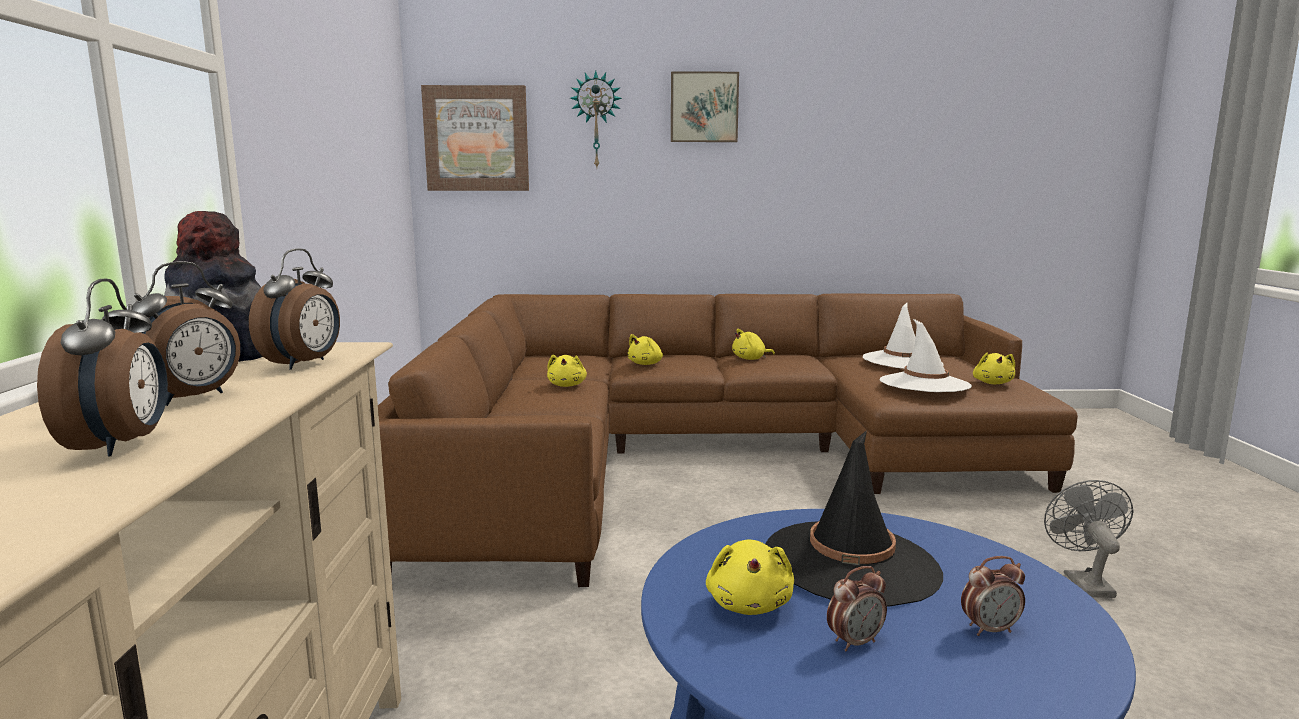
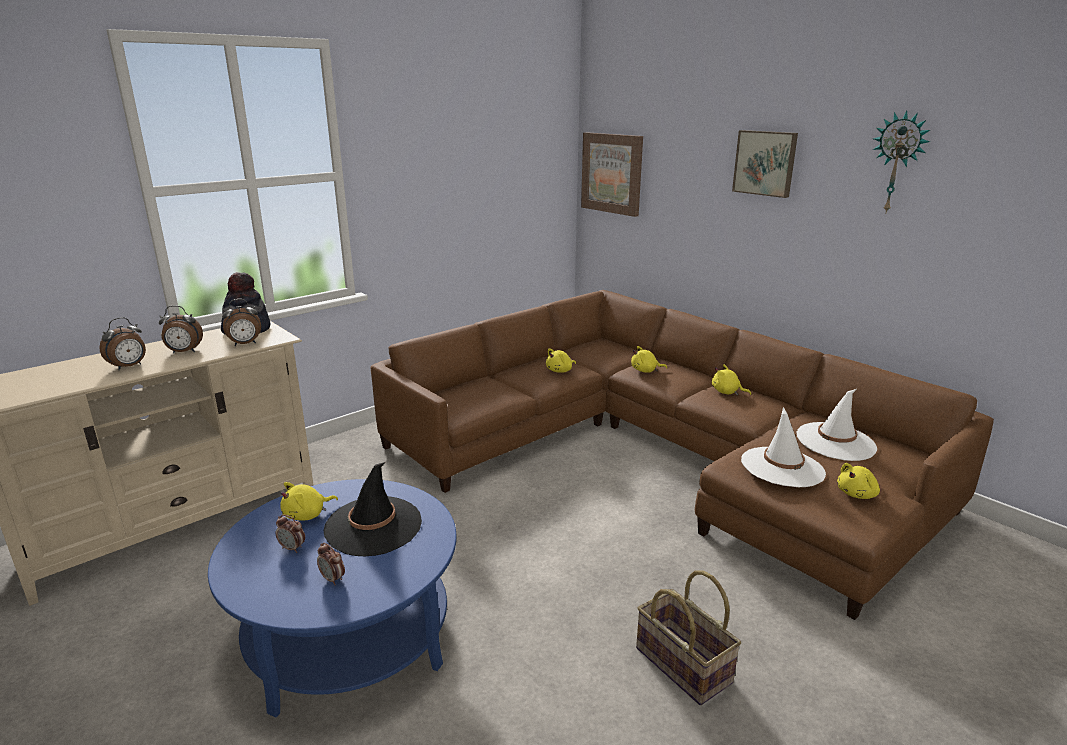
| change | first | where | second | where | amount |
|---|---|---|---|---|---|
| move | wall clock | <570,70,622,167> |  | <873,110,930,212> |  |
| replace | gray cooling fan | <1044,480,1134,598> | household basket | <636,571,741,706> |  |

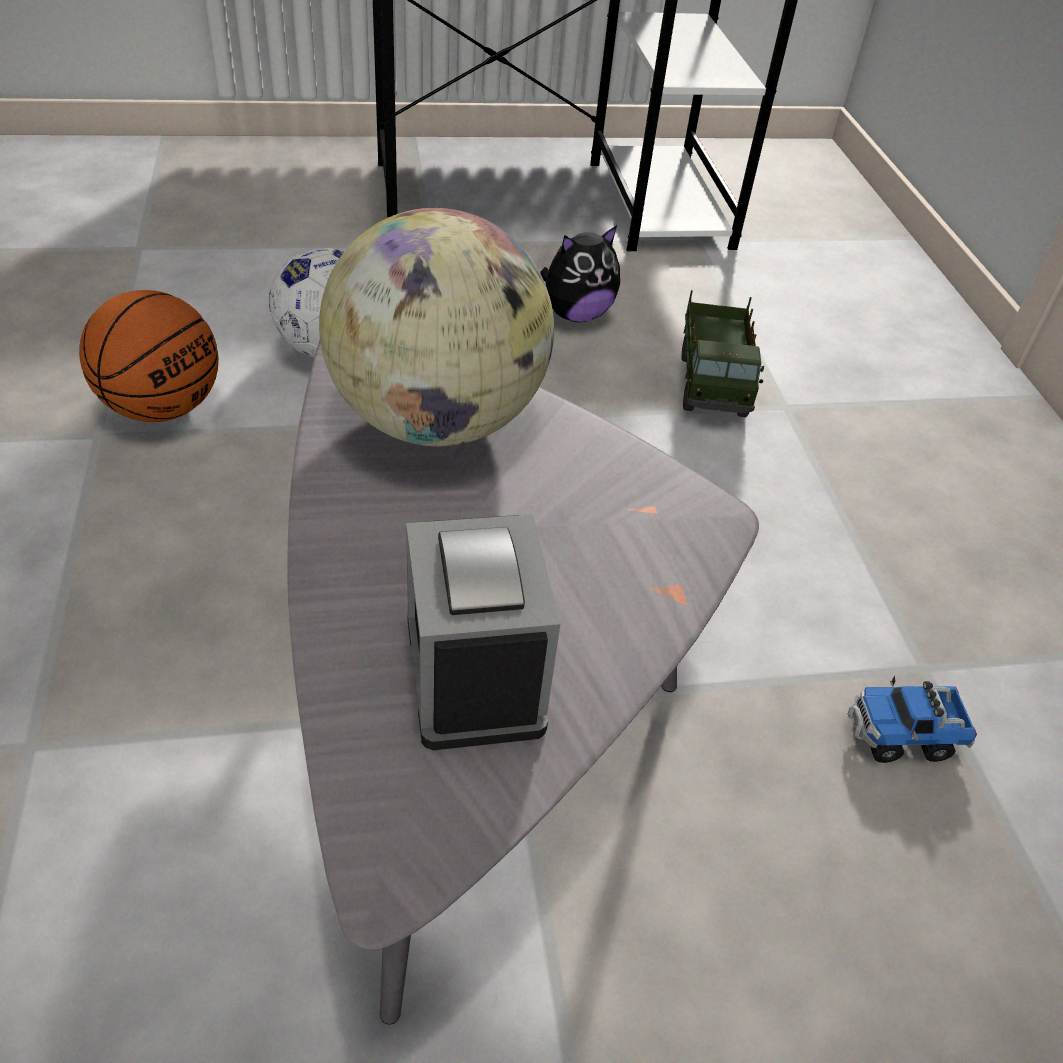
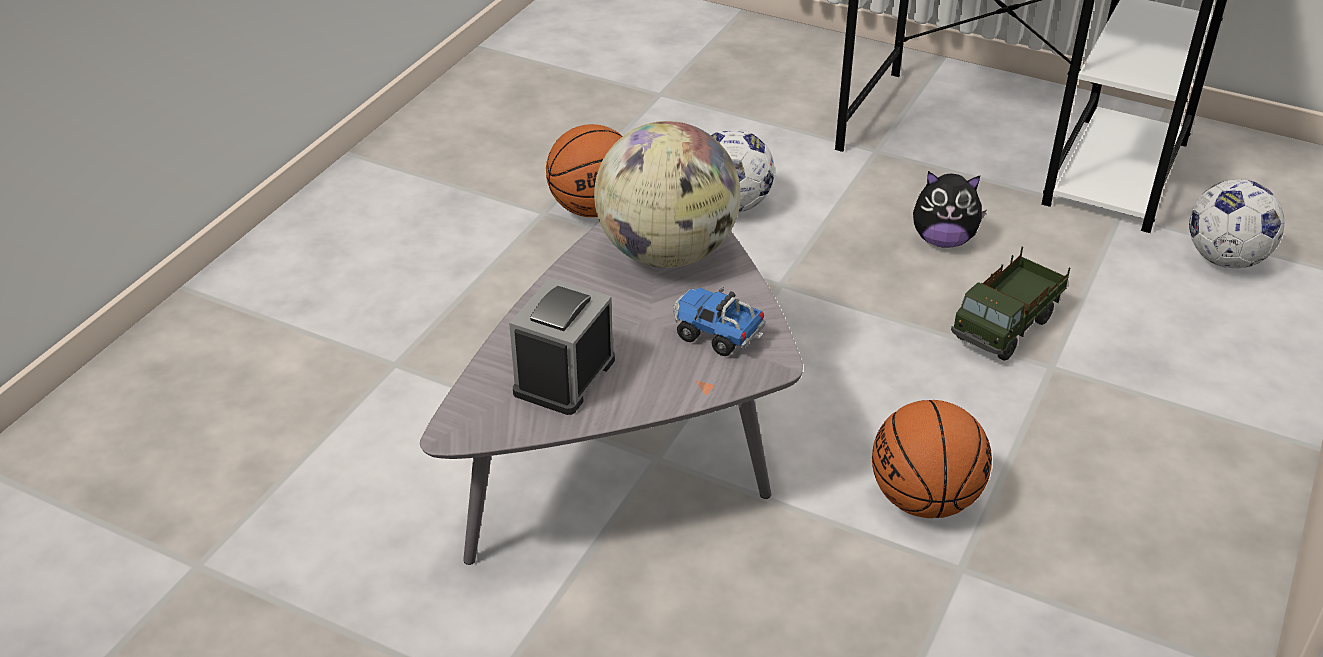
| change | first | where | second | where | amount |
|---|---|---|---|---|---|
| insert |  |  | basketball | <872,400,992,518> |  |
| insert |  |  | football | <1189,179,1285,268> |  |
| move | toy truck | <848,675,977,763> |  | <673,287,765,356> |  |

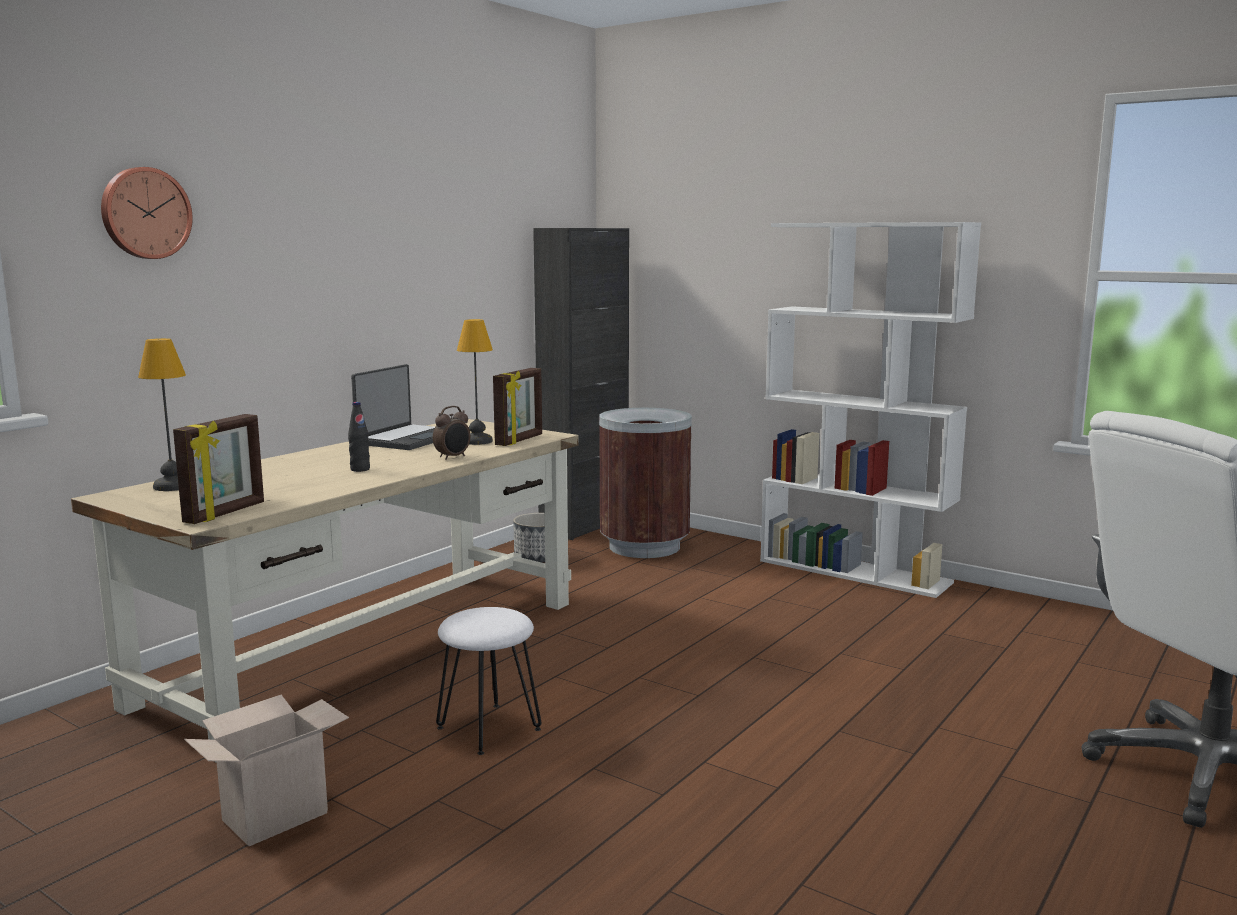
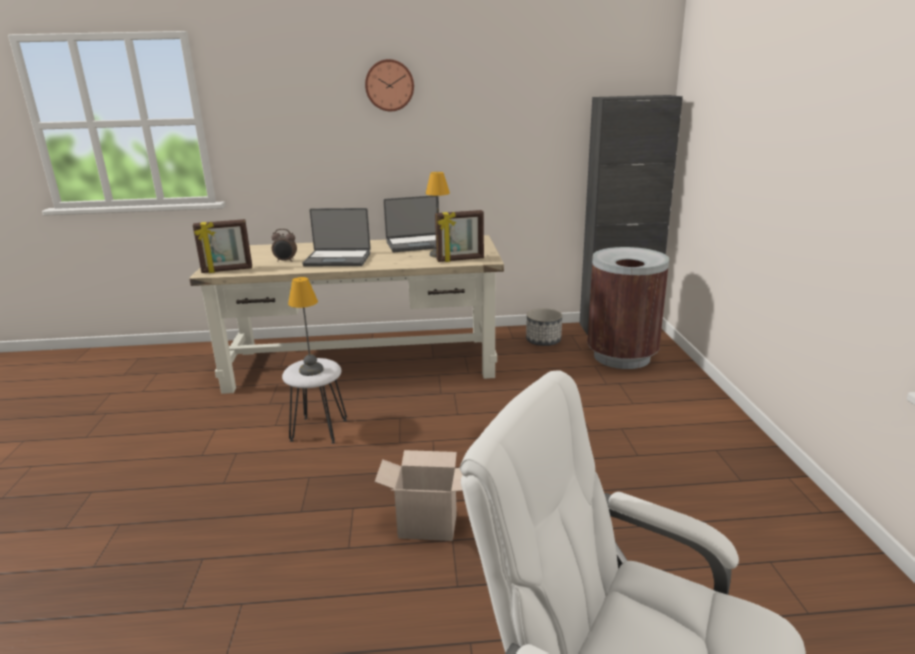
| change | first | where | second | where | amount |
|---|---|---|---|---|---|
| delete | white bookshelf | <760,222,981,598> |  |  |  |
| move | wall clock | <101,167,193,259> |  | <365,59,414,111> |  |
| move | table lamp | <138,338,186,491> |  | <288,277,324,376> |  |
| move | cardboard box | <184,695,349,846> |  | <375,450,462,541> |  |
| move | alarm clock | <433,406,470,460> |  | <271,229,297,262> |  |
| replace | blackish beverage bottle | <348,402,370,472> | portable computer | <303,208,371,266> |  |

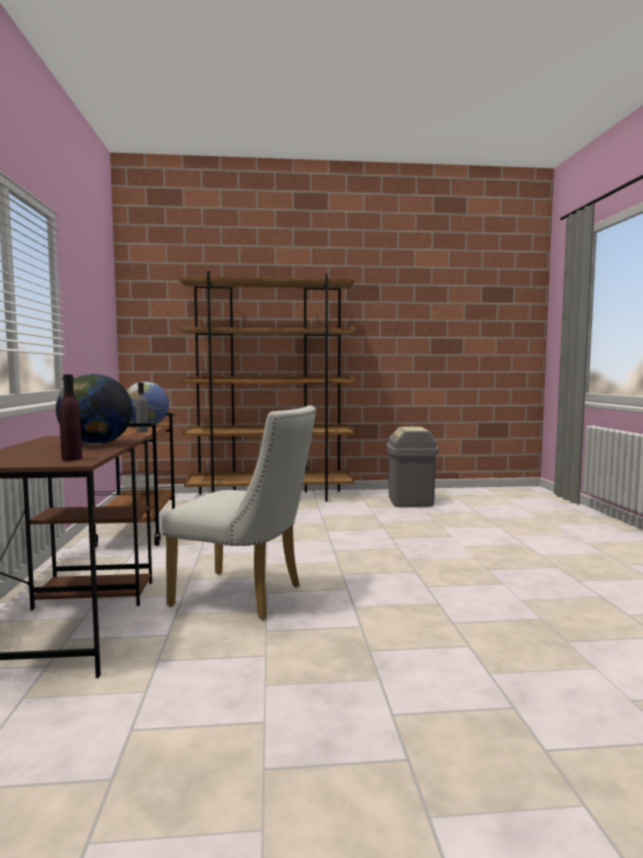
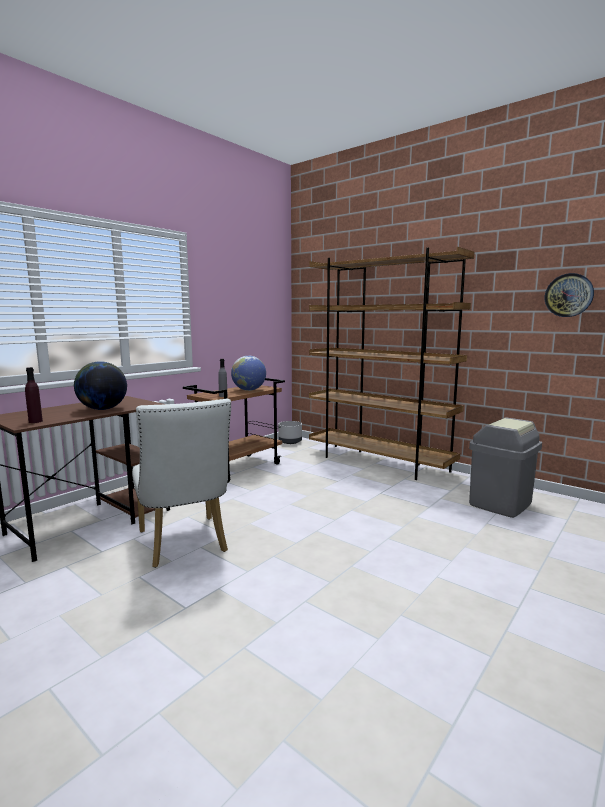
| change | first | where | second | where | amount |
|---|---|---|---|---|---|
| insert |  |  | wall clock | <545,273,594,317> |  |

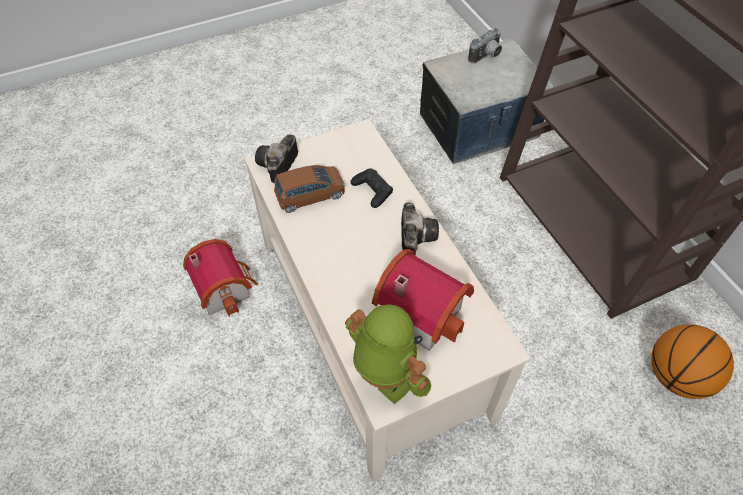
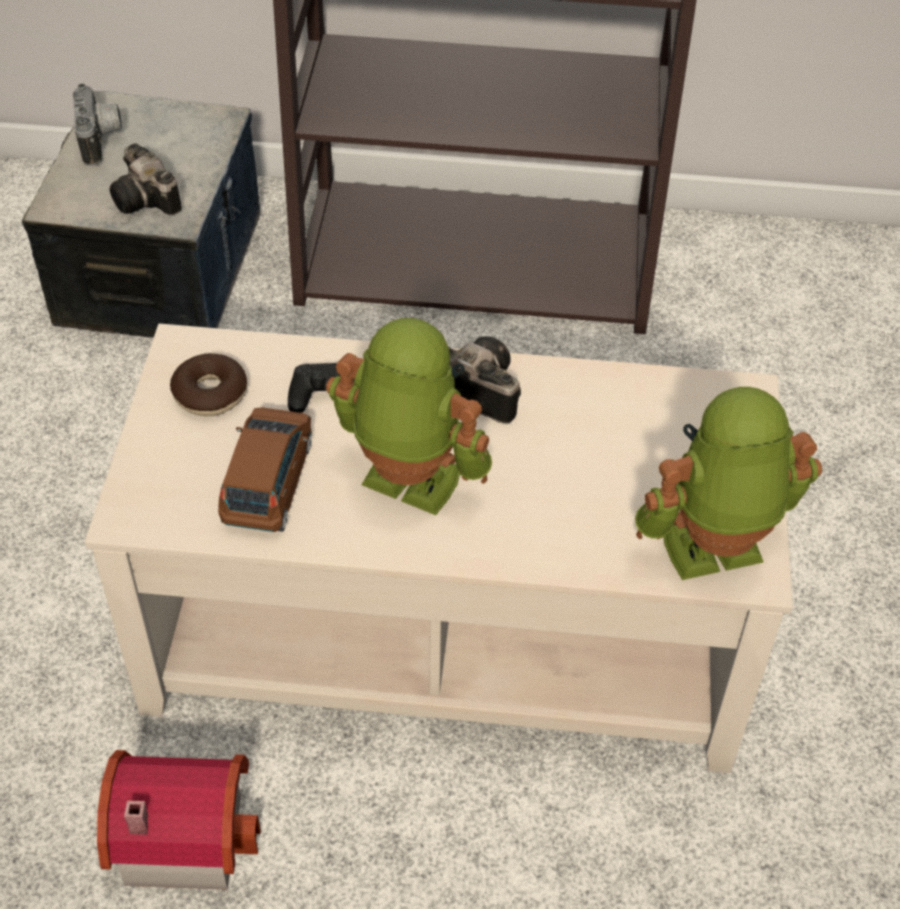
| change | first | where | second | where | amount |
|---|---|---|---|---|---|
| delete | model house | <372,249,474,351> |  |  |  |
| delete | basketball | <651,324,734,399> |  |  |  |
| insert |  |  | ring doughnut | <170,354,247,416> |  |
| insert |  |  | robot figure | <326,318,492,515> |  |
| move | photo camera | <255,134,298,183> |  | <109,143,182,215> |  |

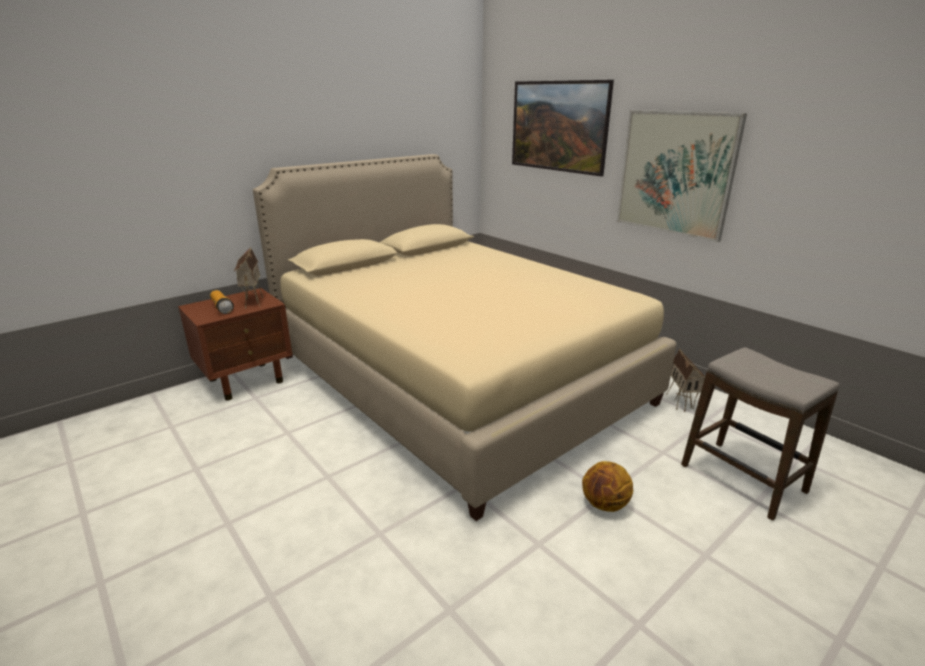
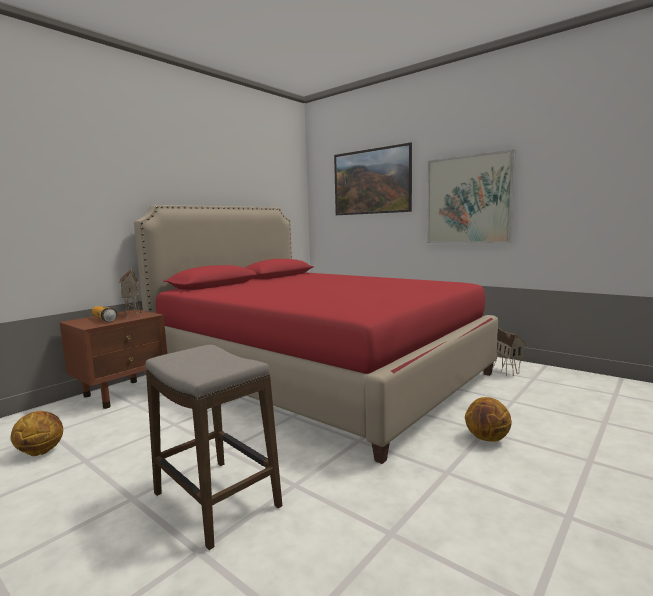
| change | first | where | second | where | amount |
|---|---|---|---|---|---|
| insert |  |  | basketball | <10,411,63,456> |  |
| move | stool seat | <681,347,839,521> |  | <145,344,282,550> |  |
| recolor | sand-coloured bedroom bed | <253,154,677,521> | red-coloured bedroom bed | <134,205,498,464> |  |

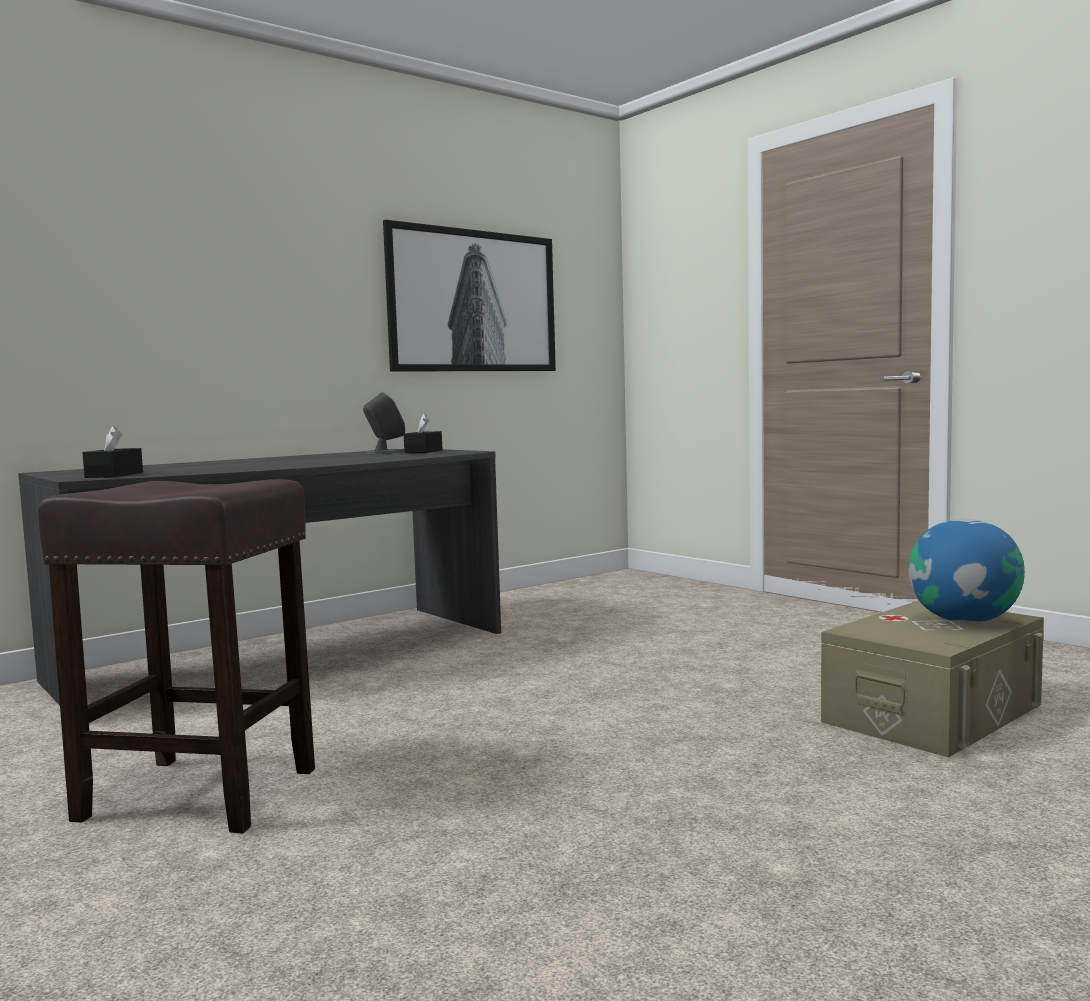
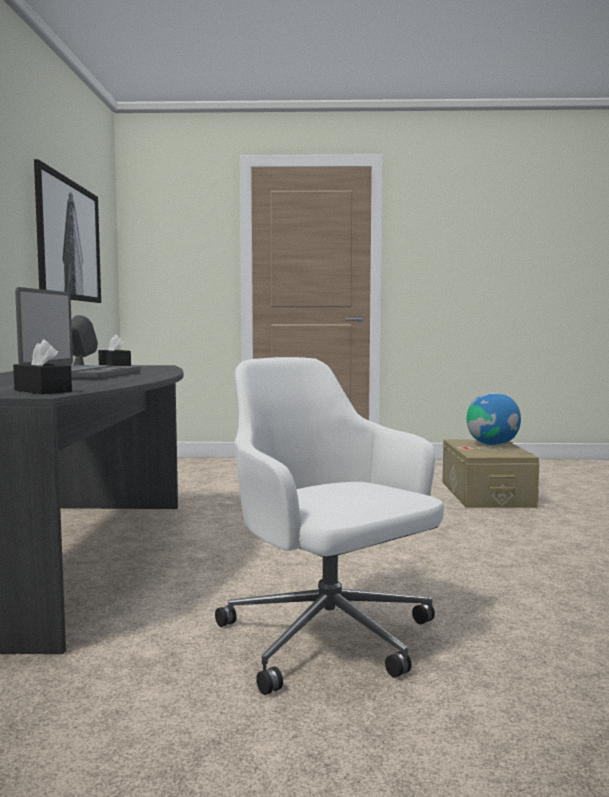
| change | first | where | second | where | amount |
|---|---|---|---|---|---|
| insert |  |  | portable computer | <15,287,141,380> |  |
| replace | brownish stool seat | <38,479,315,833> | white desk chair | <215,357,444,695> |  |

